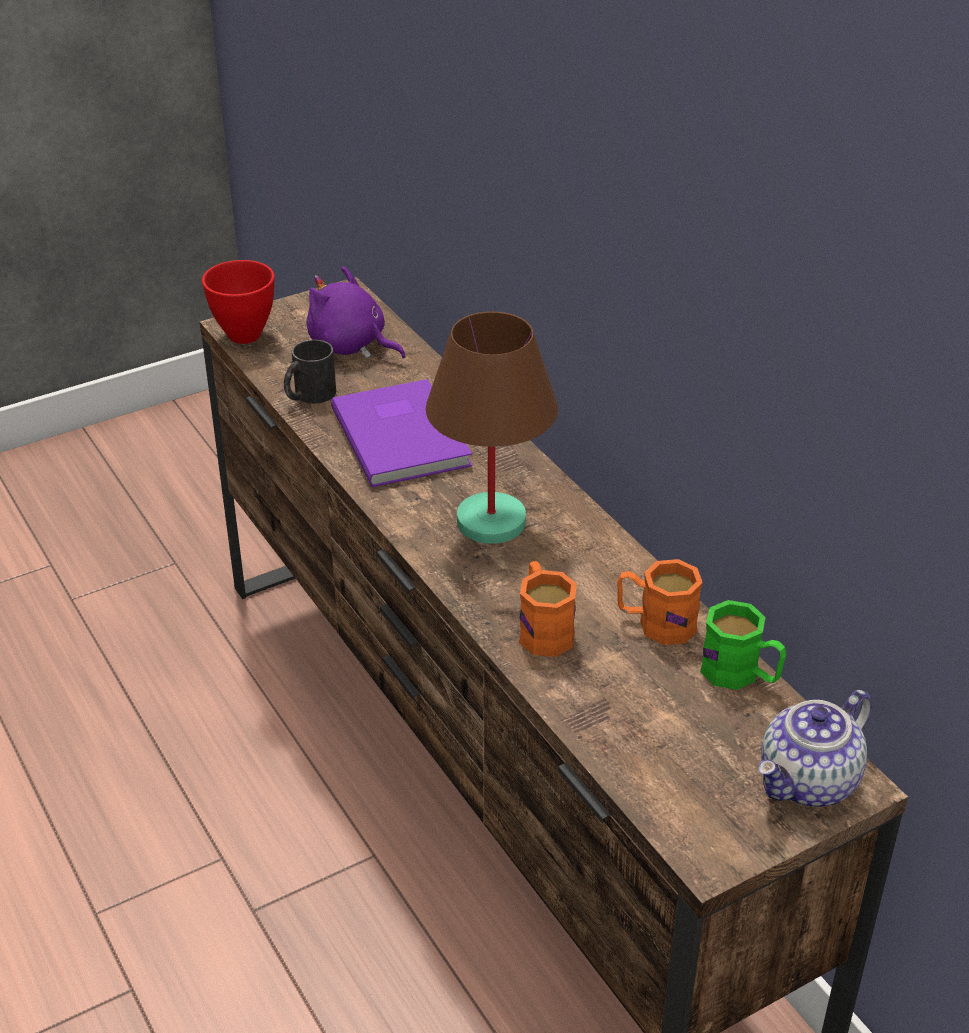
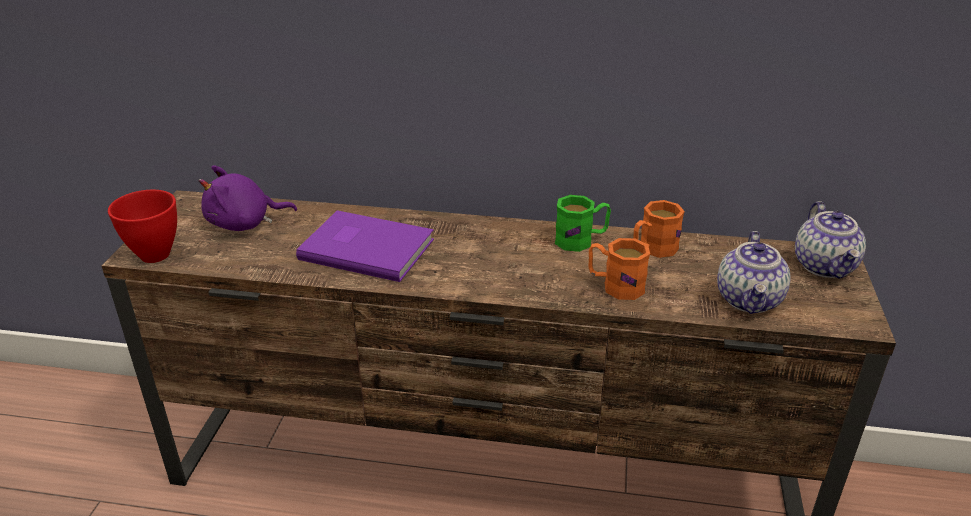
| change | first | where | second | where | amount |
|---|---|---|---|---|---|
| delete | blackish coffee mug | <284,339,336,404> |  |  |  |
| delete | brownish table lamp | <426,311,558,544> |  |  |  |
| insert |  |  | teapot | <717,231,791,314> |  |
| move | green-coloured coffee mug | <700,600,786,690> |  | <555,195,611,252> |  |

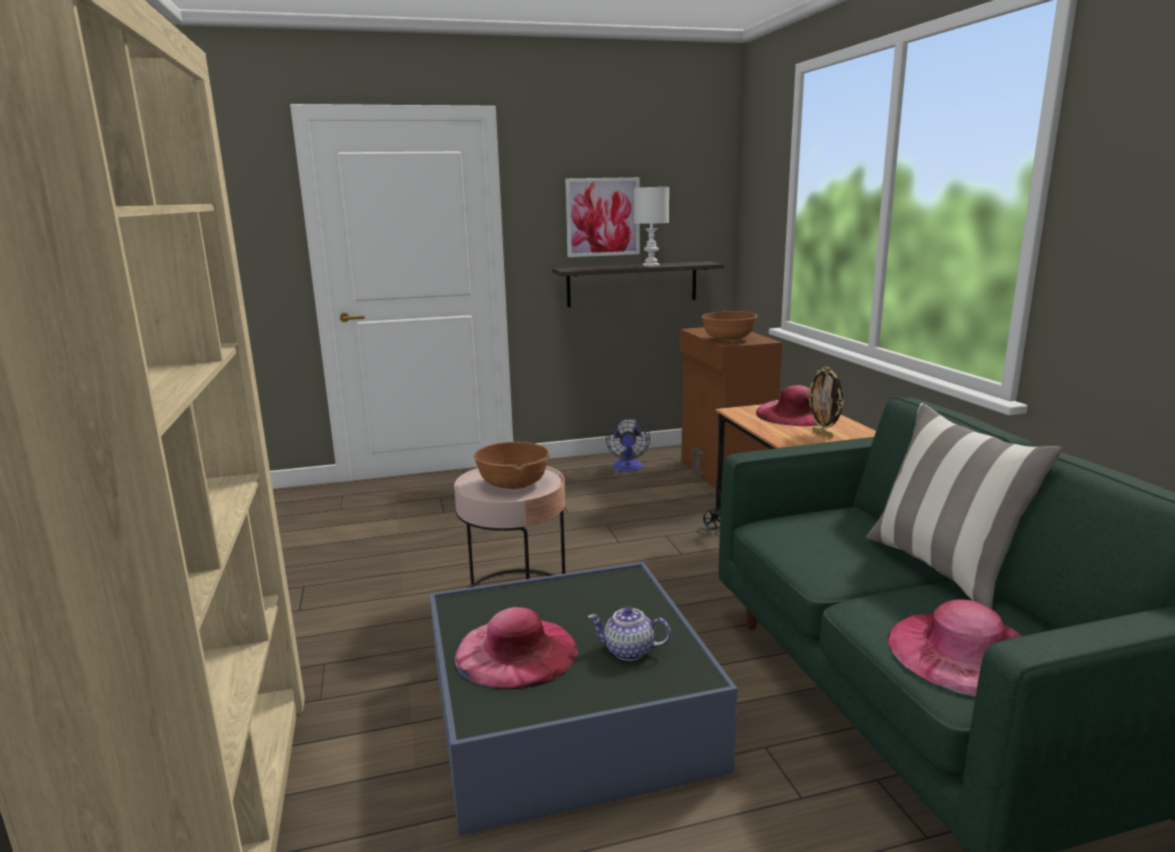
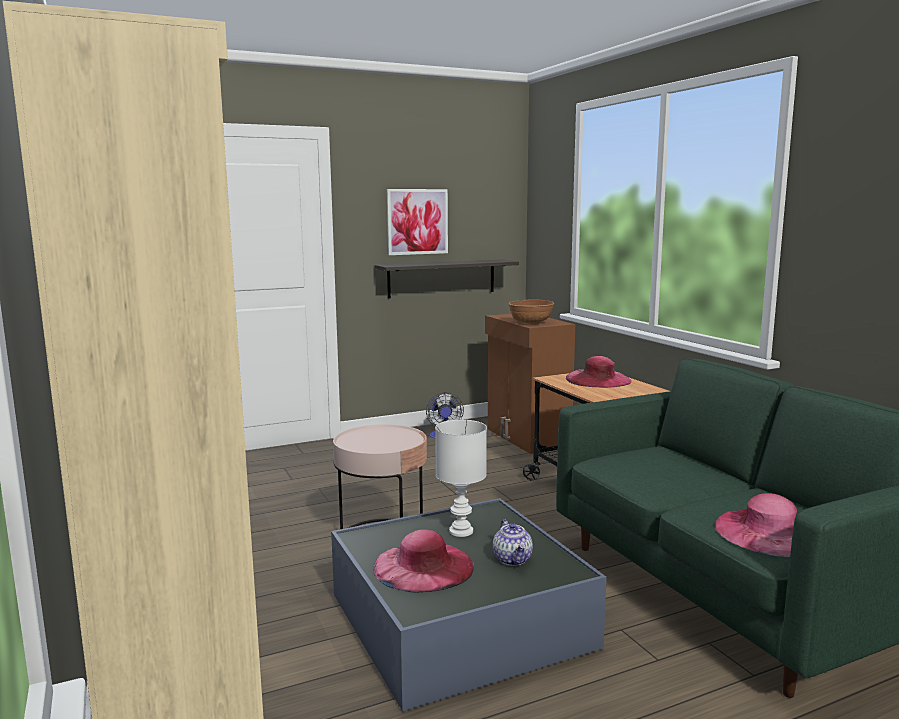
| change | first | where | second | where | amount |
|---|---|---|---|---|---|
| delete | brownish bowl | <474,442,550,489> |  |  |  |
| delete | photo frame | <807,366,844,438> |  |  |  |
| delete | throw pillow | <867,403,1062,609> |  |  |  |
| move | white table lamp | <634,187,669,266> |  | <435,420,487,537> |  |
| rotate | teapot | <588,607,671,661> |  | <493,520,533,566> | 105 degrees counterclockwise |

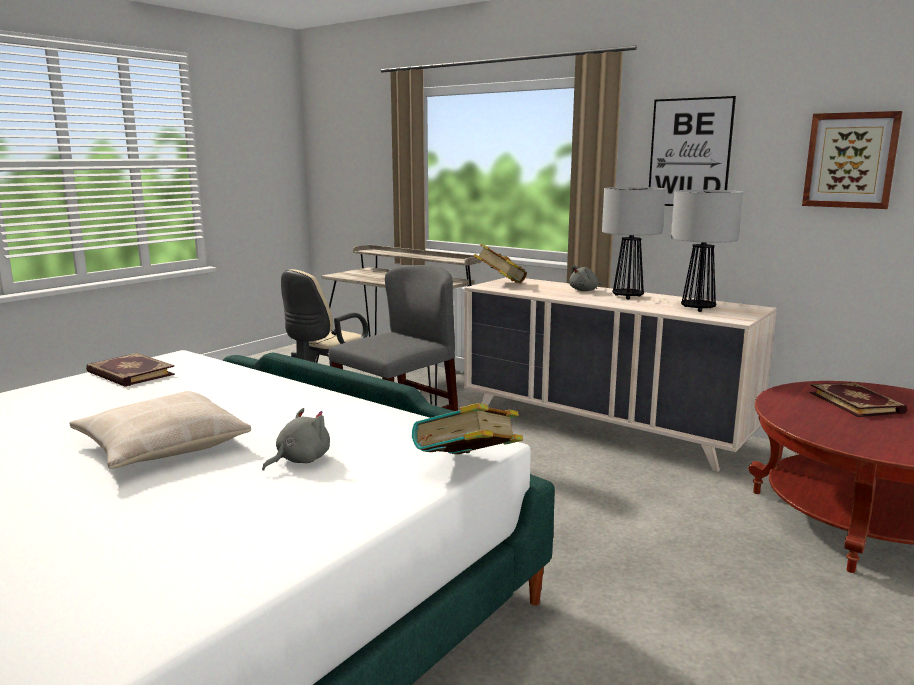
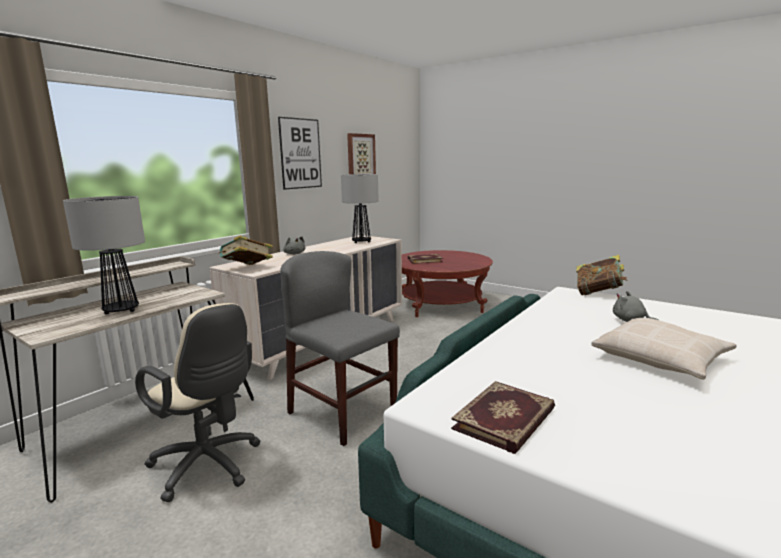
| change | first | where | second | where | amount |
|---|---|---|---|---|---|
| move | table lamp | <602,187,666,299> |  | <63,196,145,315> |  |

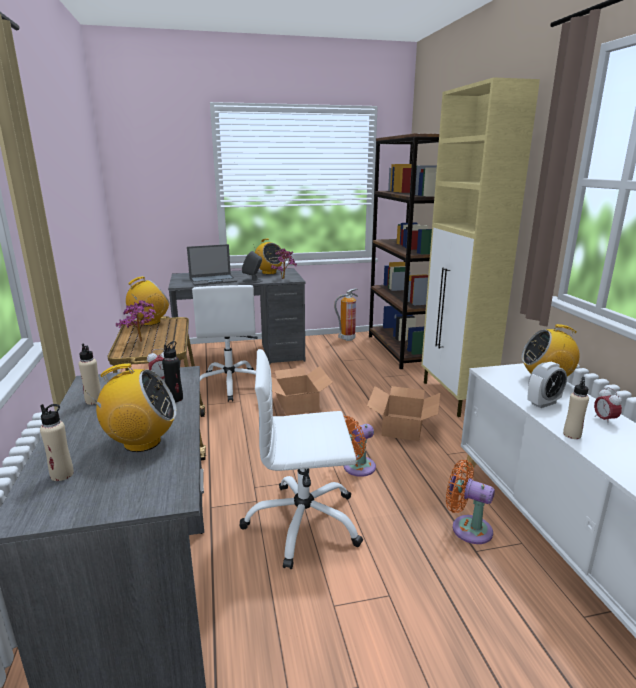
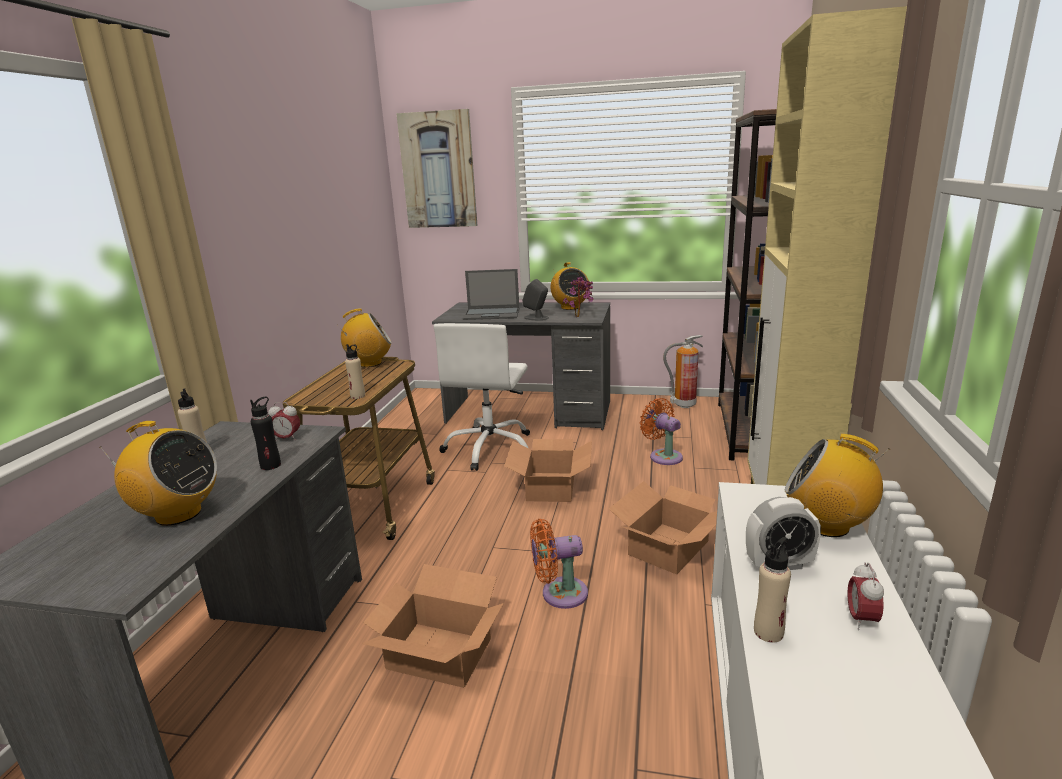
| change | first | where | second | where | amount |
|---|---|---|---|---|---|
| delete | plant in a pot | <116,300,156,342> |  |  |  |
| insert |  |  | wall picture | <396,109,477,228> |  |
| move | sand-coloured beverage bottle | <40,404,74,481> |  | <345,344,365,399> |  |
| move | orange cooling fan | <446,460,495,544> |  | <639,398,683,465> |  |
| replace | white desk chair | <240,349,363,569> | cardboard box | <362,564,504,688> |  |

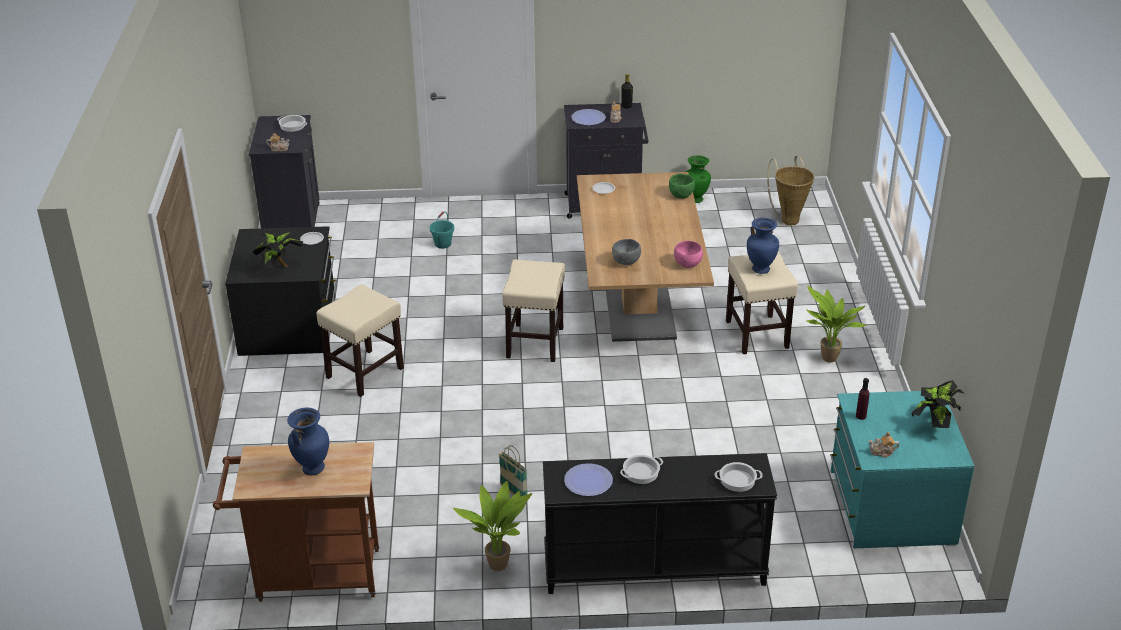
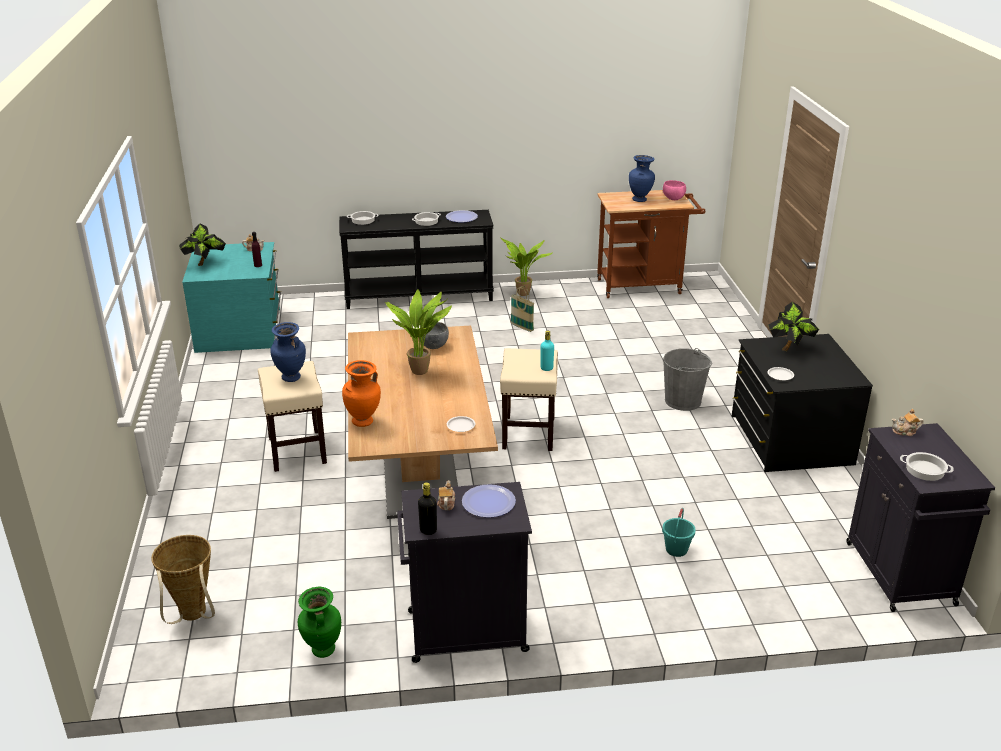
| change | first | where | second | where | amount |
|---|---|---|---|---|---|
| insert |  |  | turquoise-coloured beverage bottle | <541,331,554,371> |  |
| move | pinkish bowl | <674,241,703,268> |  | <663,180,686,200> |  |
| move | plant in a pot | <806,286,866,362> |  | <385,289,452,375> |  |
| replace | sand-coloured stool seat | <316,284,404,397> | gray bucket | <663,348,712,411> |  |
| replace | green-coloured bowl | <669,173,695,199> | orange flower vase | <342,360,381,427> |  |

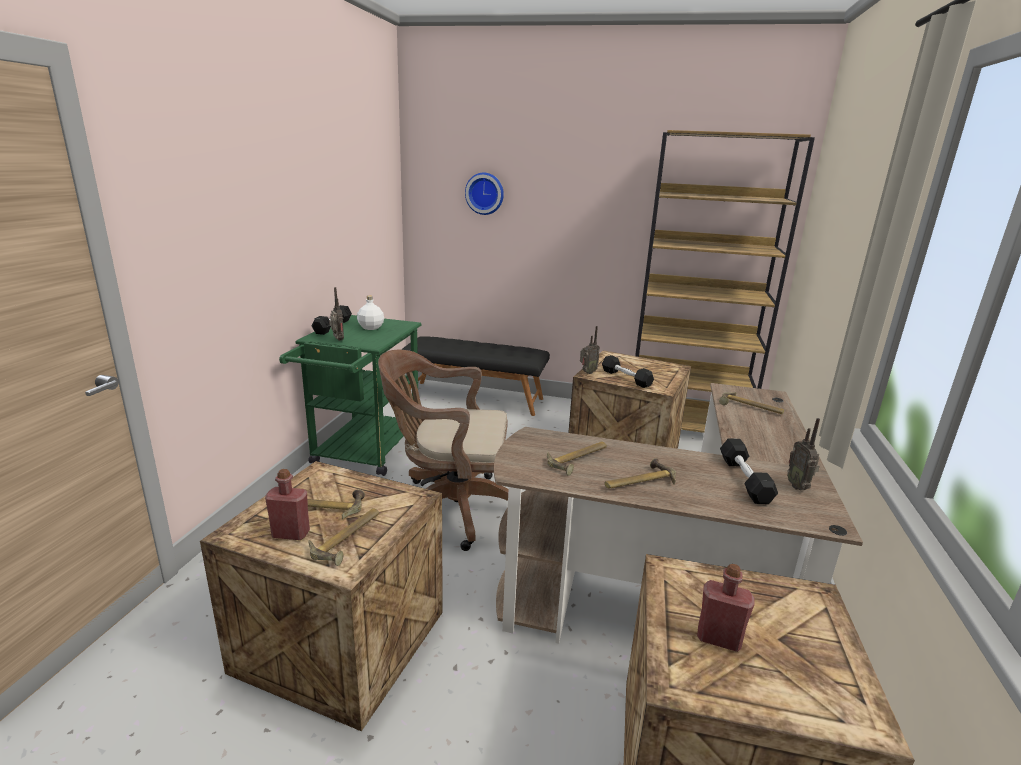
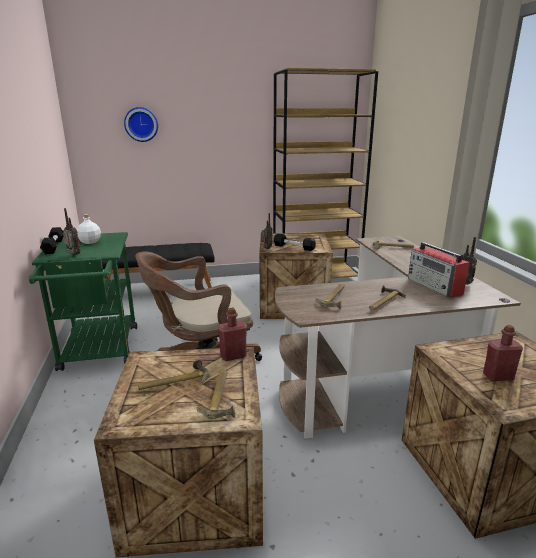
| change | first | where | second | where | amount |
|---|---|---|---|---|---|
| move | red-coloured beverage bottle | <265,469,310,540> |  | <218,308,247,361> |  |
| replace | blackish hand weight | <720,438,778,504> | radio receiver | <408,242,469,298> |  |

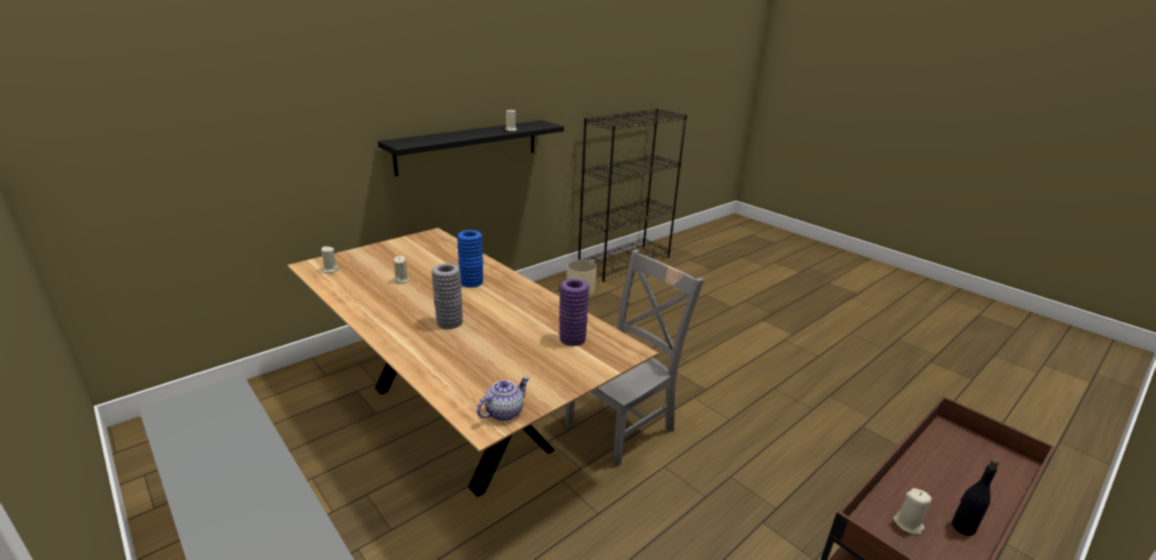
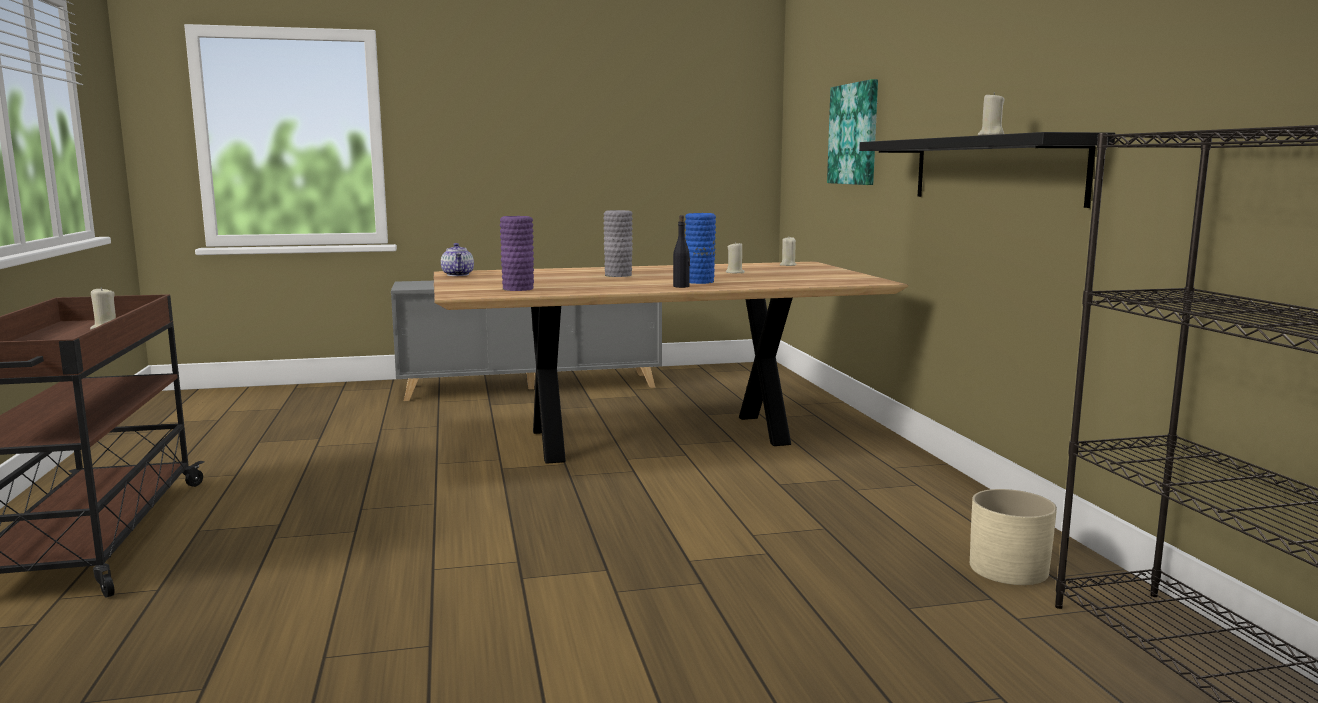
| change | first | where | second | where | amount |
|---|---|---|---|---|---|
| delete | gray chair | <565,249,704,467> |  |  |  |
| insert |  |  | wall picture | <827,79,878,185> |  |
| move | blackish beverage bottle | <952,459,999,536> |  | <673,215,690,288> |  |

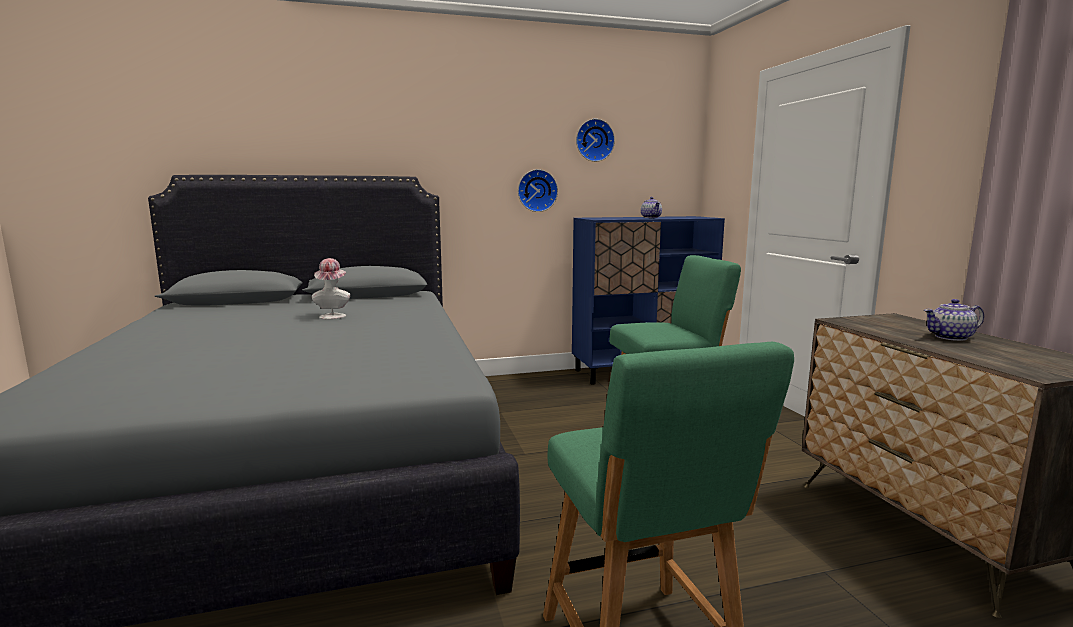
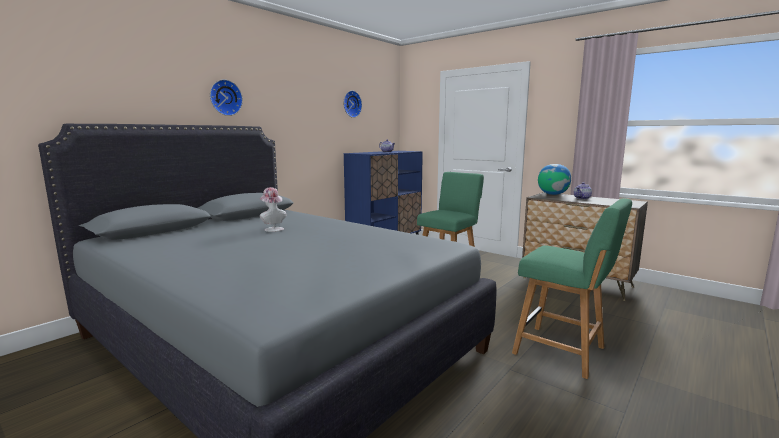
| change | first | where | second | where | amount |
|---|---|---|---|---|---|
| insert |  |  | desk globe | <538,164,571,195> |  |
| move | wall clock | <518,169,558,212> |  | <210,79,243,116> |  |

